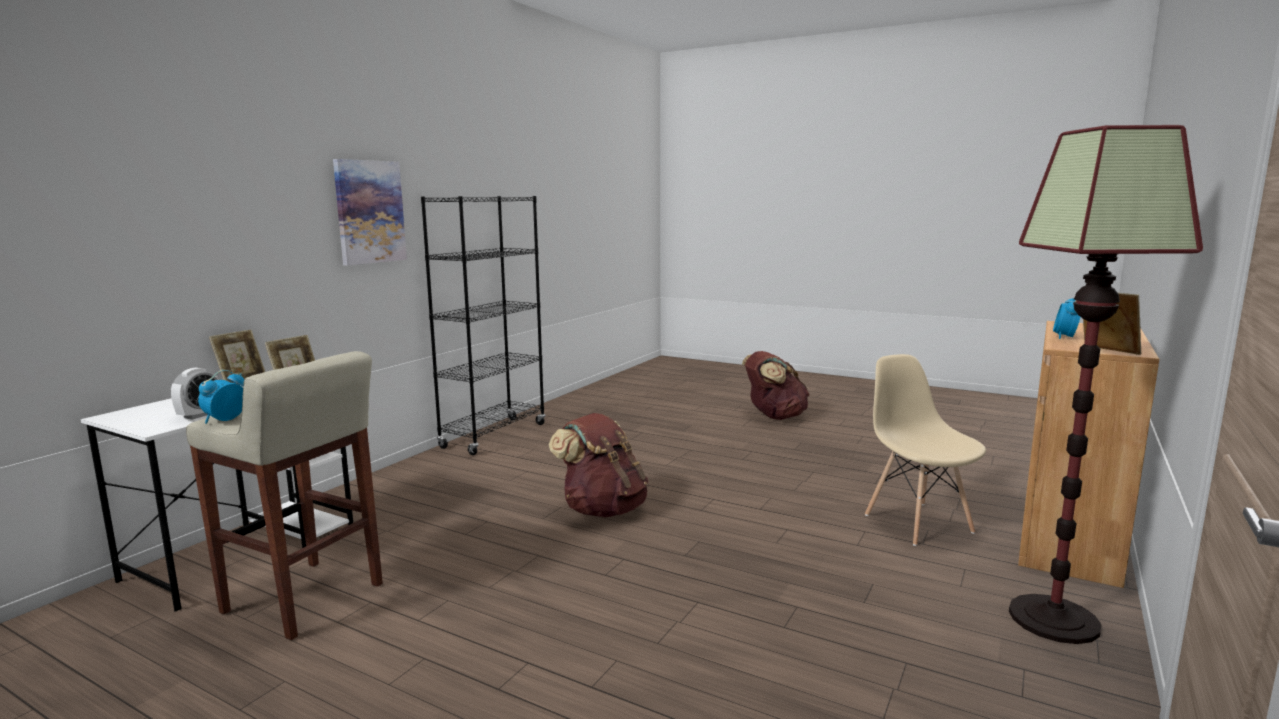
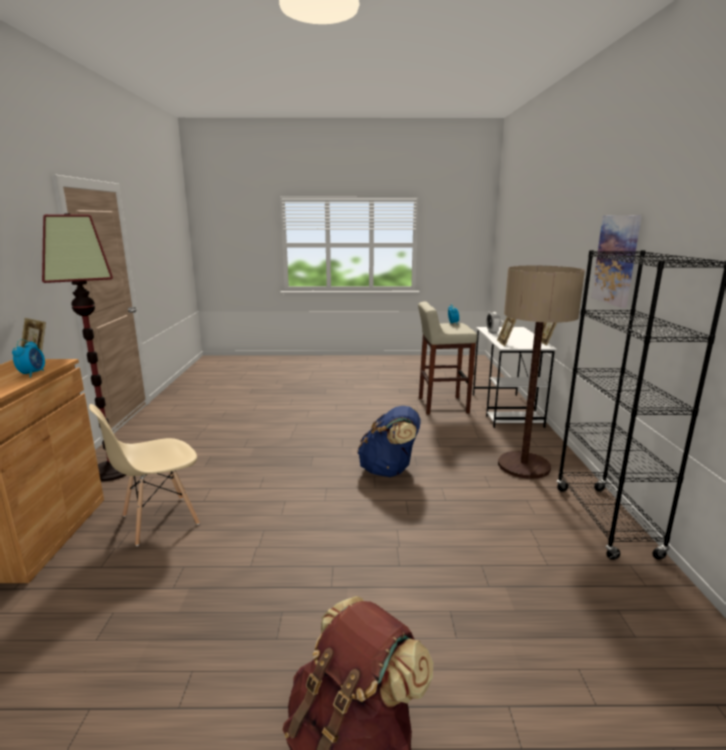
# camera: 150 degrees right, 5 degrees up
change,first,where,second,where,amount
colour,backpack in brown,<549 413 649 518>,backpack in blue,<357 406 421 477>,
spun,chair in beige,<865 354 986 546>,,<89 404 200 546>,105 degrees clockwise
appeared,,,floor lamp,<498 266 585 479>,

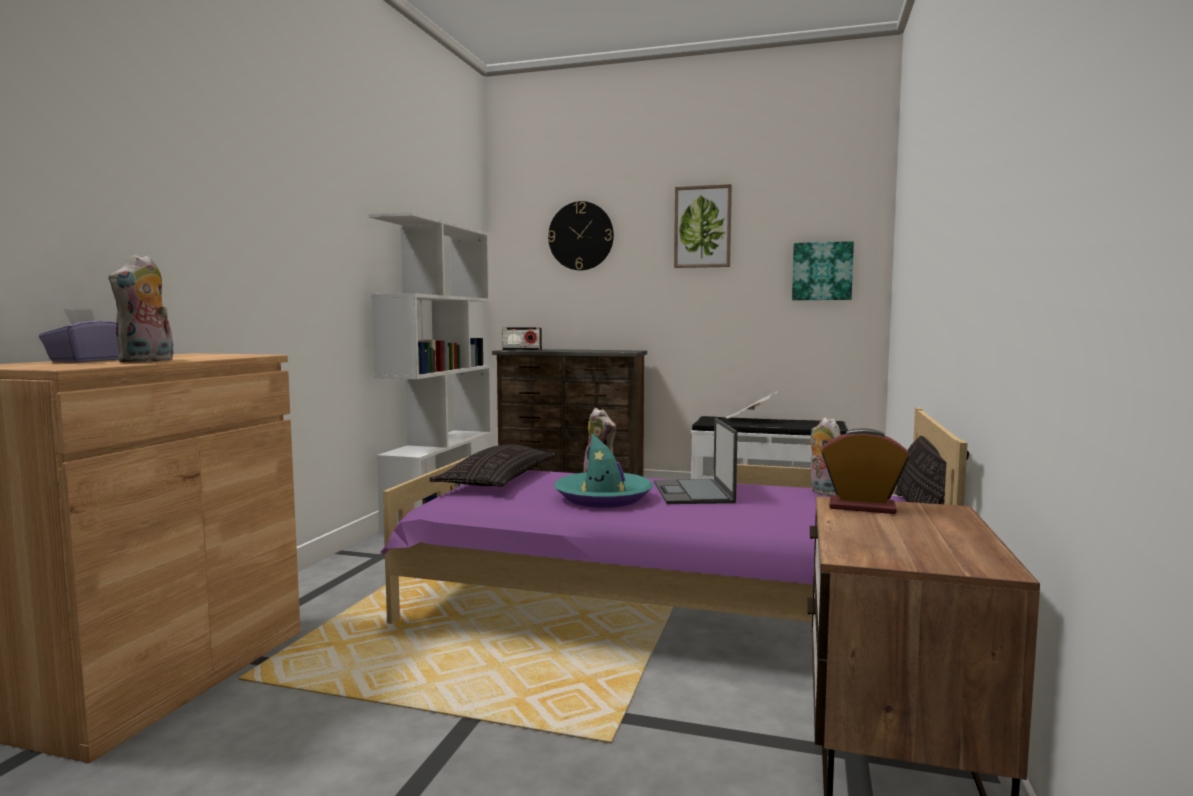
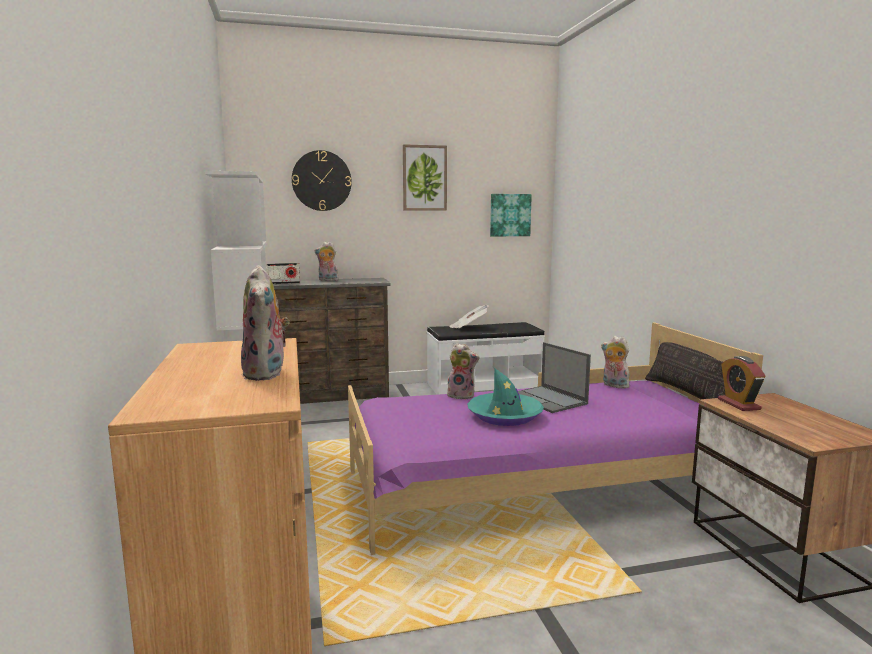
# camera: 30 degrees left, 5 degrees up
change,first,where,second,where,amount
missing,tissue box in purple,<39 309 119 362>,,,
missing,pillow,<429 445 556 487>,,,
spun,alarm clock,<821 428 909 514>,,<718 356 765 411>,90 degrees counterclockwise
appeared,,,plush toy,<314 242 339 281>,

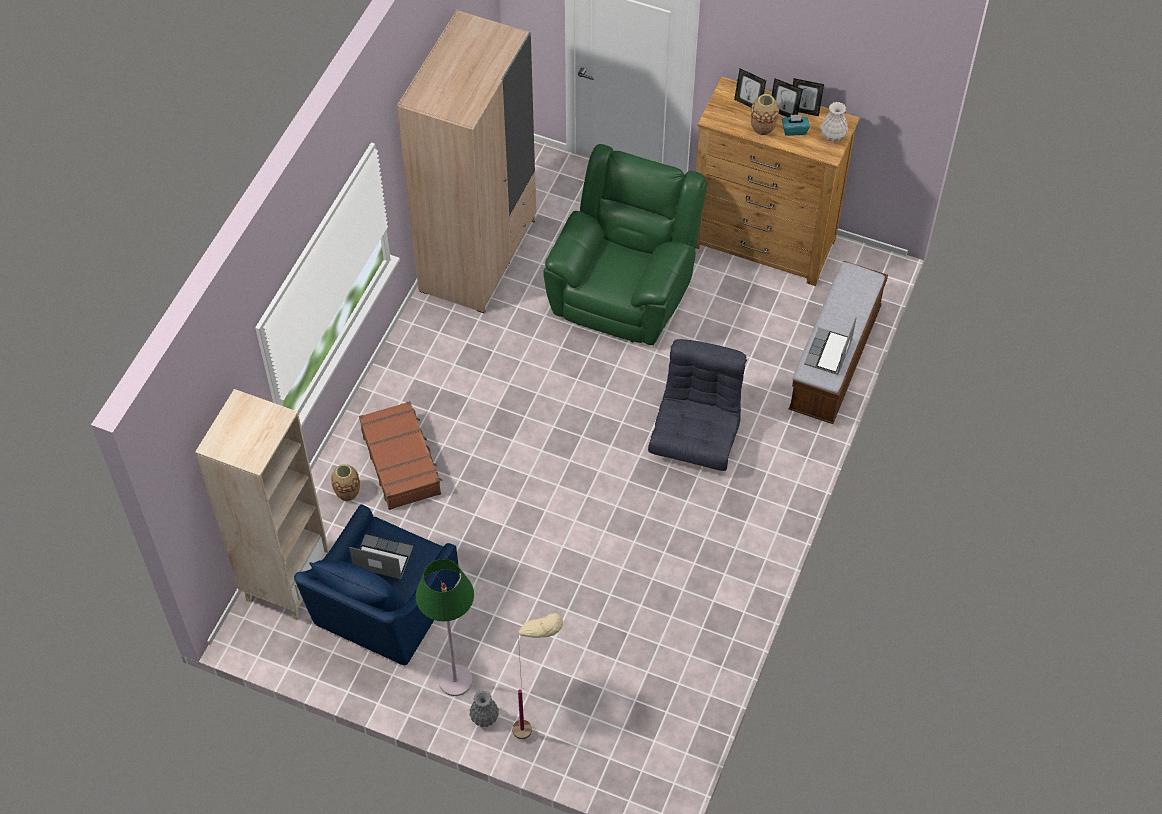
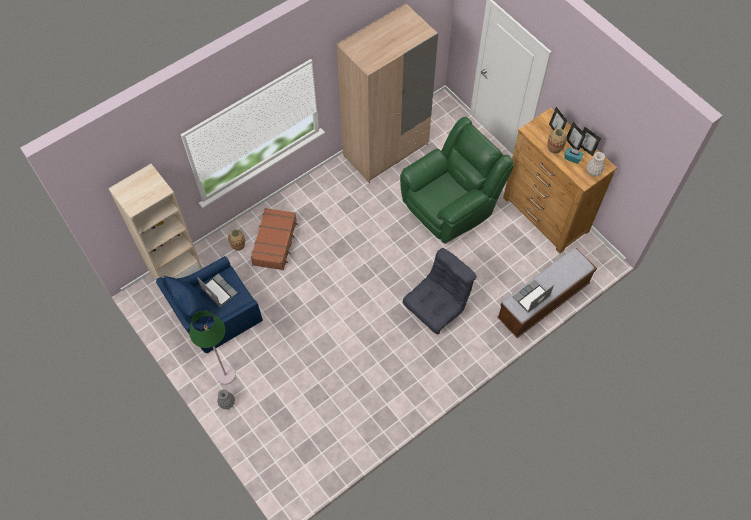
# camera: 30 degrees right, 5 degrees up
change,first,where,second,where,amount
missing,floor lamp in beige,<512 613 563 739>,,,

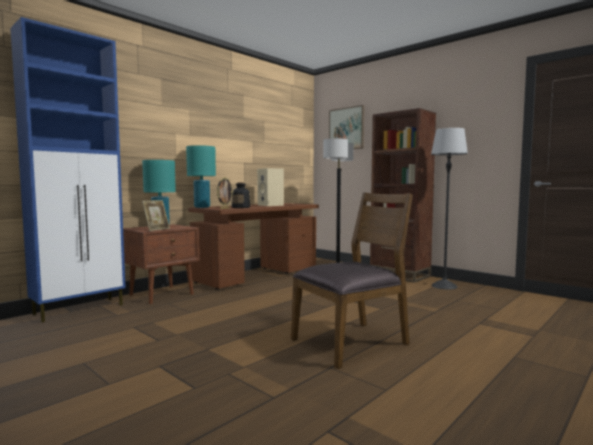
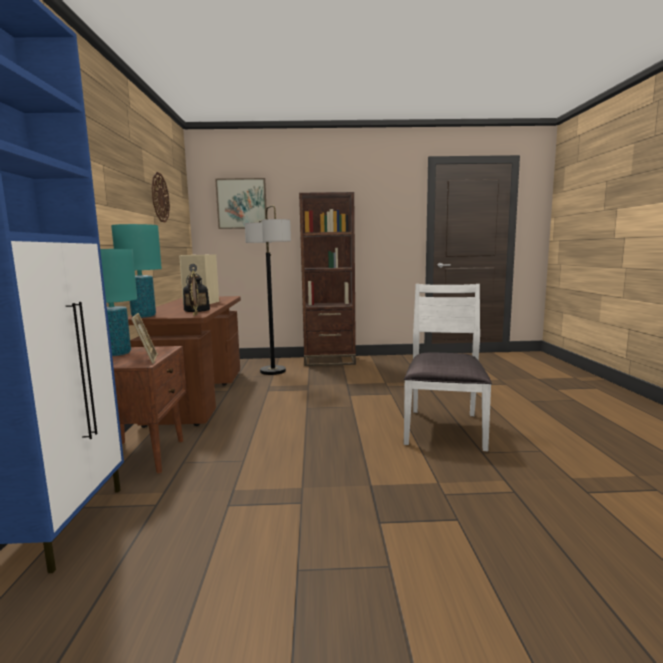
# camera: 45 degrees left, 5 degrees up
change,first,where,second,where,amount
colour,chair in brown,<291 192 413 369>,chair in white,<404 284 492 451>,
missing,floor lamp,<431 128 468 290>,,,
appeared,,,wall clock,<152 172 170 223>,

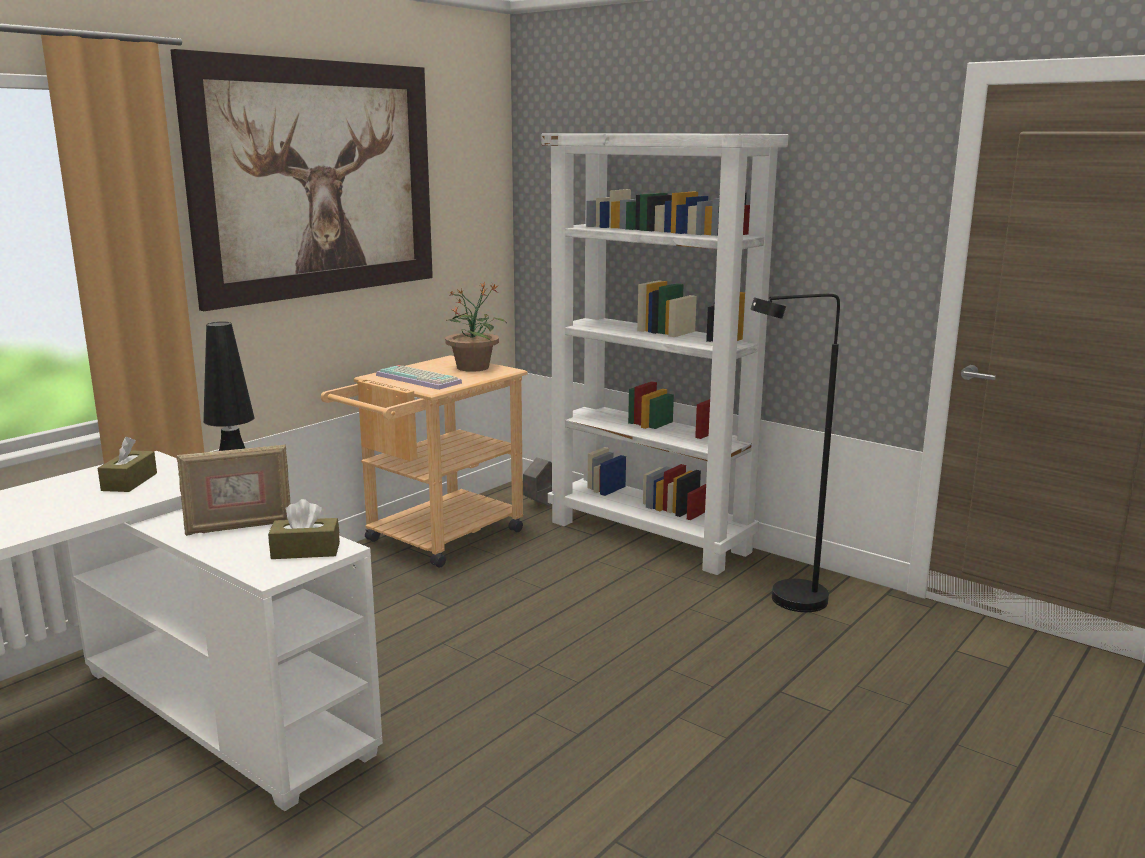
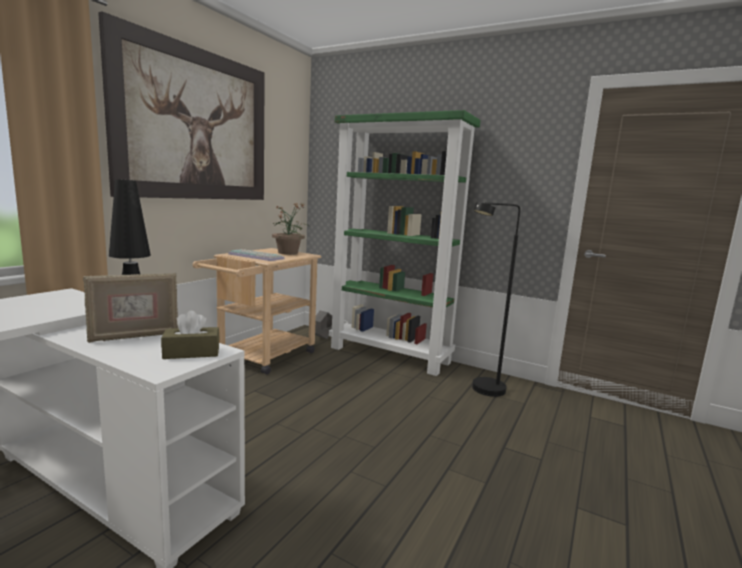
# camera: 10 degrees left, 5 degrees down
change,first,where,second,where,amount
missing,tissue box in brown,<98 437 157 492>,,,
colour,bookcase in white,<542 133 788 575>,bookcase in green,<329 110 481 376>,

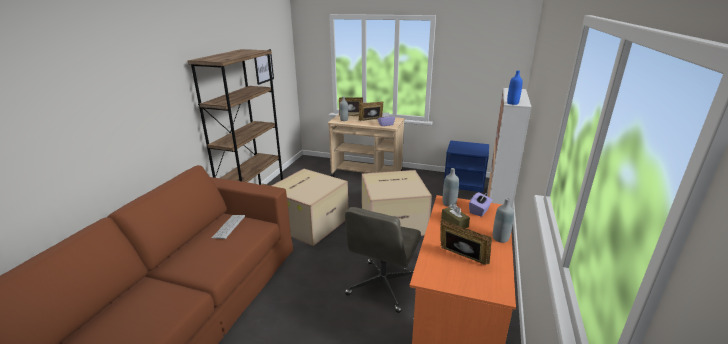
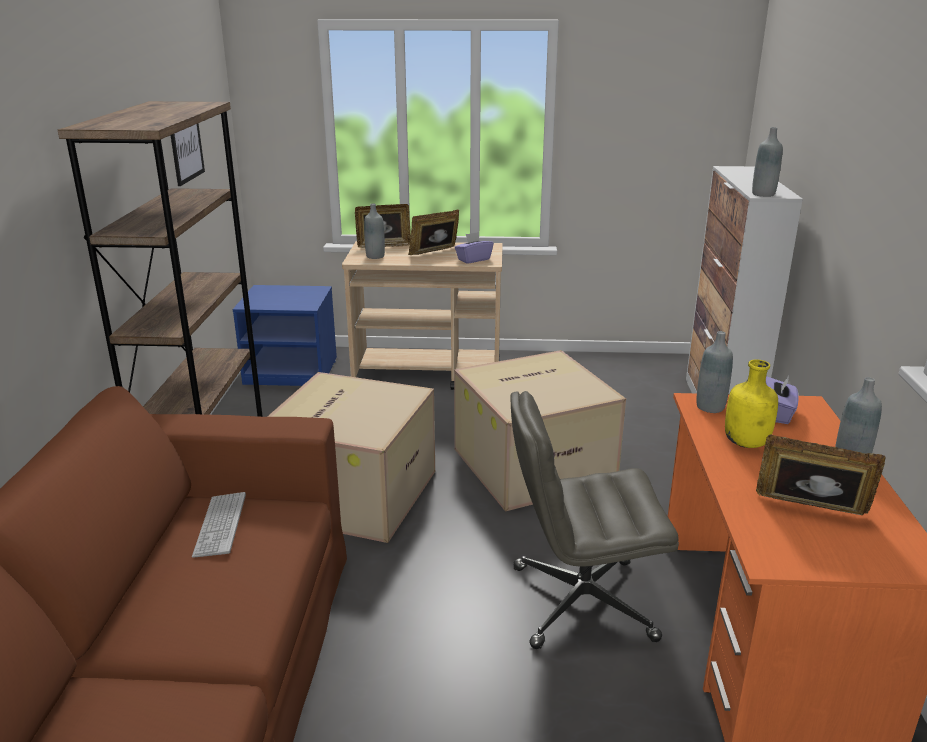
# camera: 15 degrees left, 0 degrees up
change,first,where,second,where,amount
spun,office chair in grey,<345 207 421 313>,,<510 391 679 649>,75 degrees clockwise
exchanged,tissue box in brown,<441 204 470 228>,bottle in yellow,<725 359 778 448>,
relocated,nightstand in blue,<443 140 489 193>,,<233 285 337 386>,
colour,bottle in blue,<507 71 523 105>,bottle in grey,<752 127 783 197>,

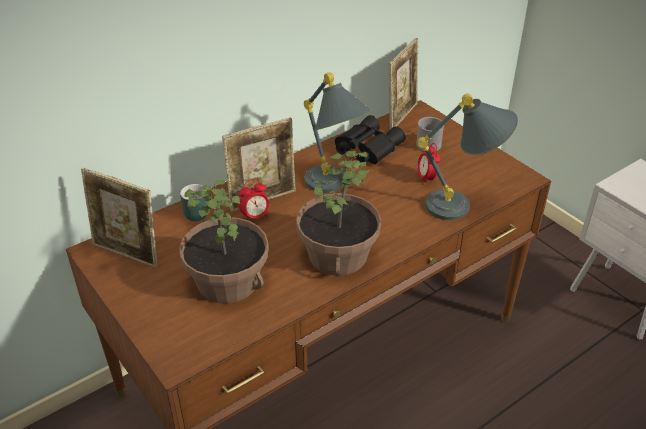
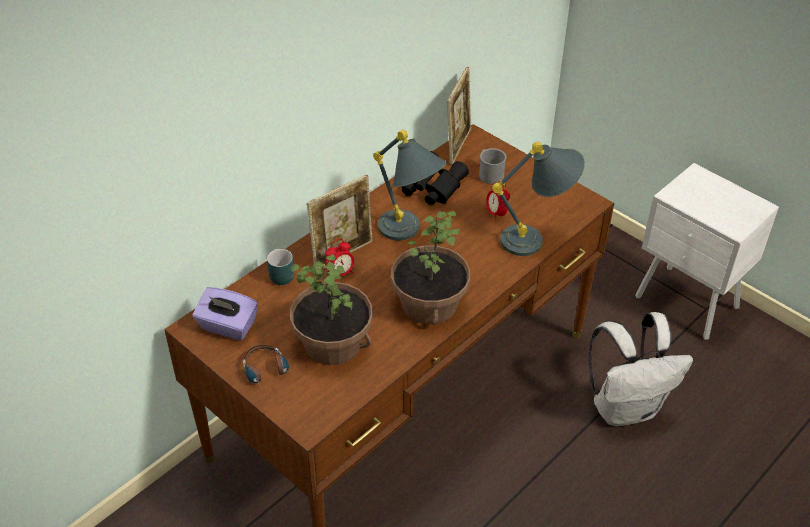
# camera: 10 degrees left, 5 degrees up
change,first,where,second,where,amount
exchanged,picture frame,<81 168 158 268>,tissue box in purple,<192 287 258 341>,
appeared,,,headphones,<243 345 289 393>,
appeared,,,backpack in white,<589 312 693 426>,

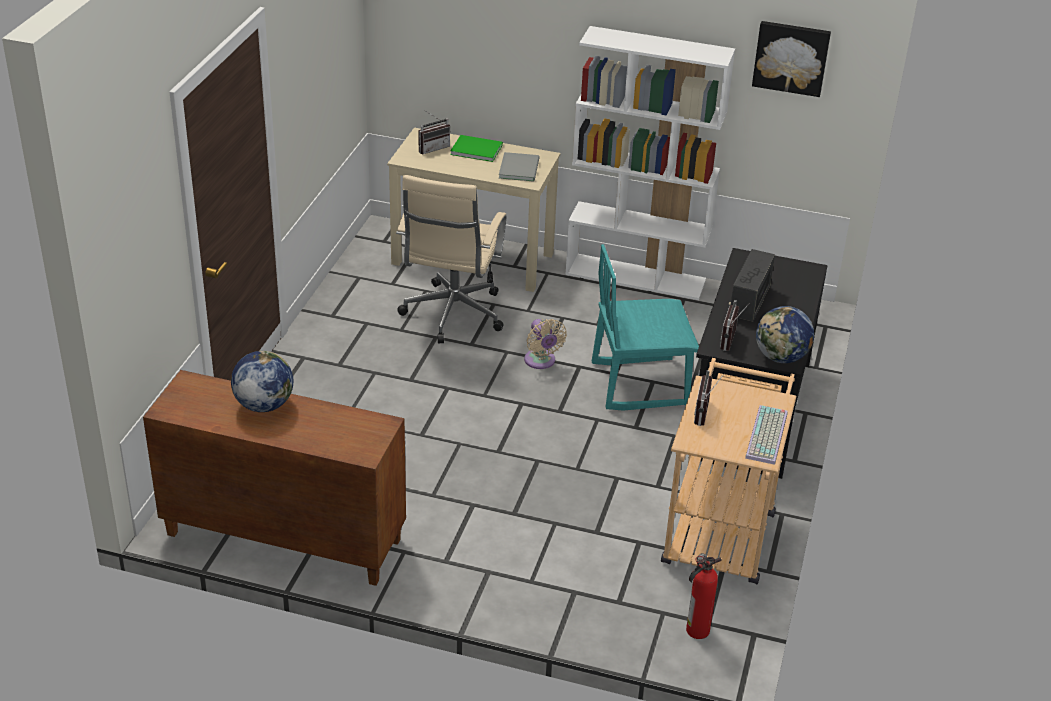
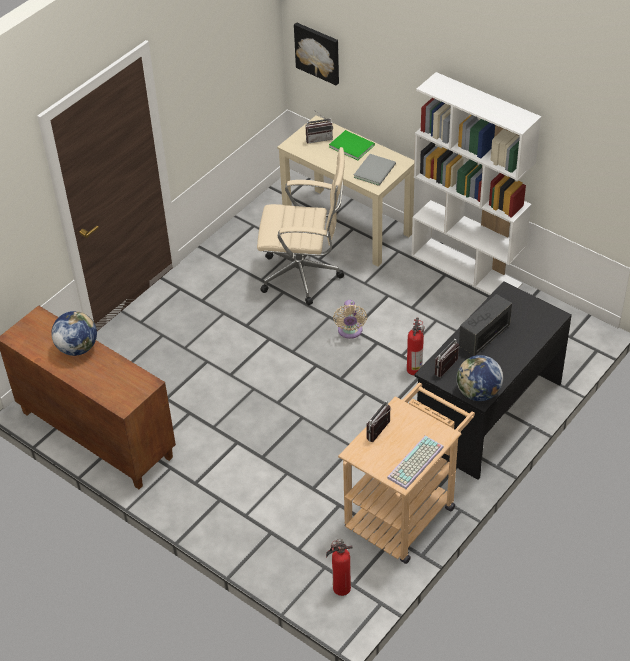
# camera: 25 degrees right, 10 degrees up
change,first,where,second,where,amount
spun,office chair in beige,<396 175 506 343>,,<257 147 345 305>,120 degrees counterclockwise
exchanged,chair in turquoise,<592 244 699 411>,fire extinguisher,<407 317 425 375>,
relocated,picture,<752 21 831 97>,,<294 22 339 85>,

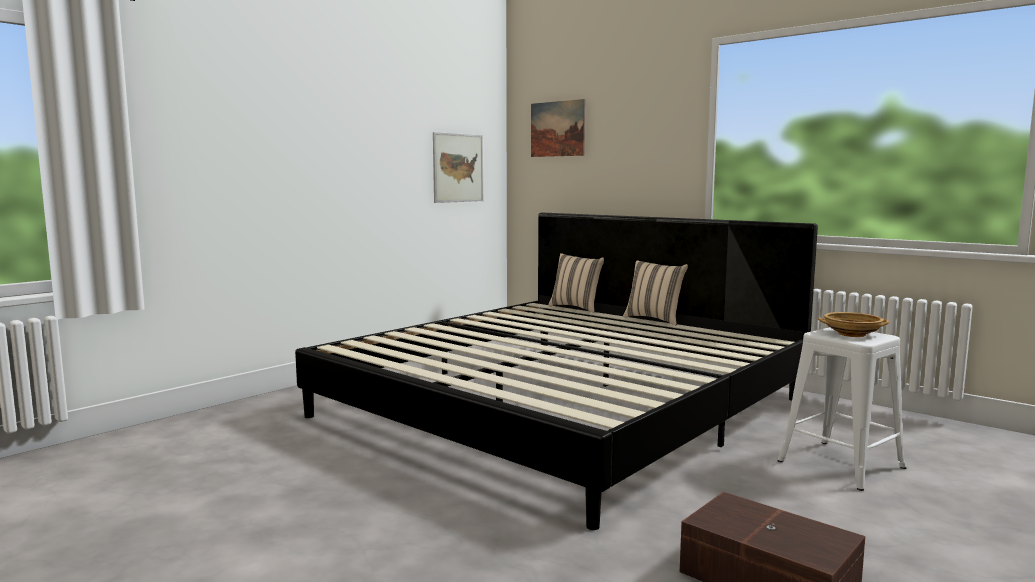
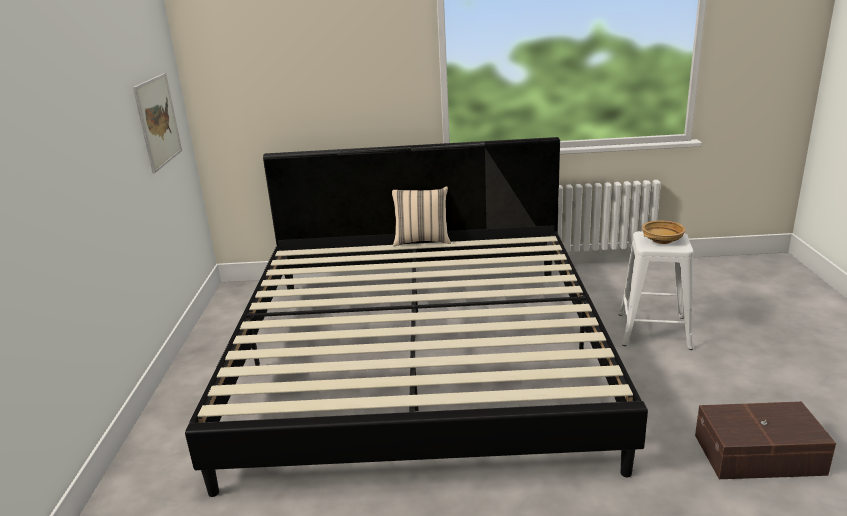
# camera: 40 degrees left, 15 degrees up
change,first,where,second,where,amount
missing,picture,<531 99 585 157>,,,
missing,pillow in beige,<548 253 604 313>,,,

